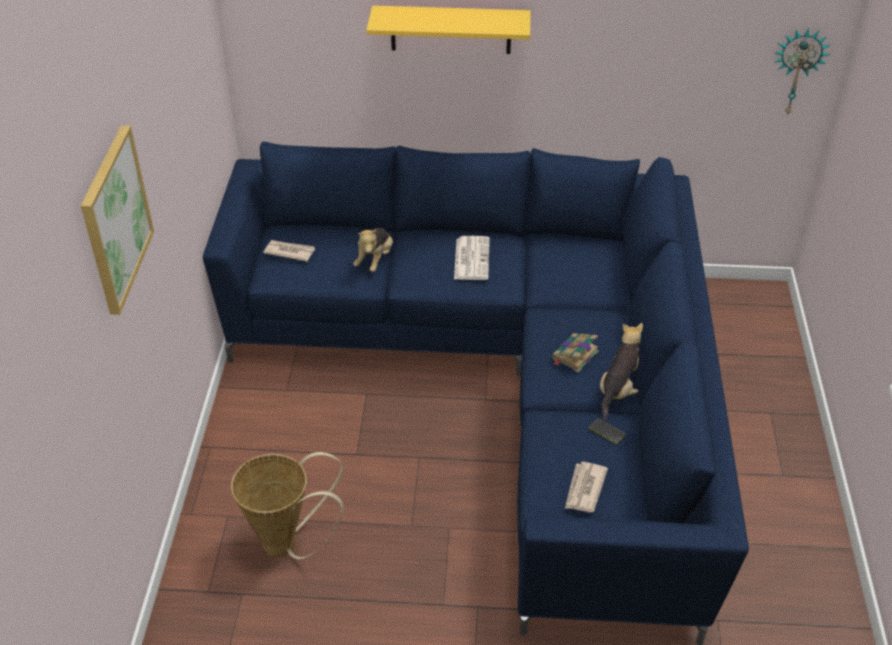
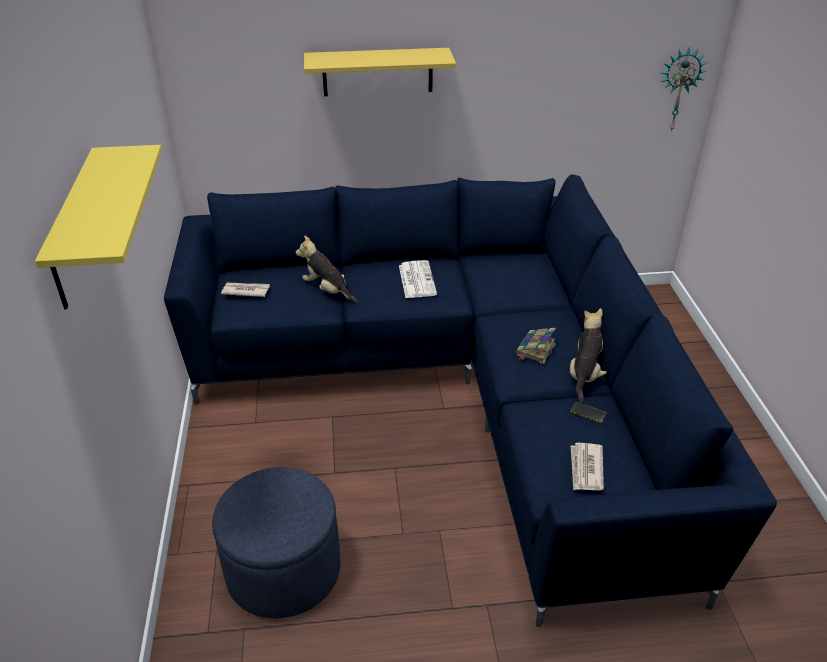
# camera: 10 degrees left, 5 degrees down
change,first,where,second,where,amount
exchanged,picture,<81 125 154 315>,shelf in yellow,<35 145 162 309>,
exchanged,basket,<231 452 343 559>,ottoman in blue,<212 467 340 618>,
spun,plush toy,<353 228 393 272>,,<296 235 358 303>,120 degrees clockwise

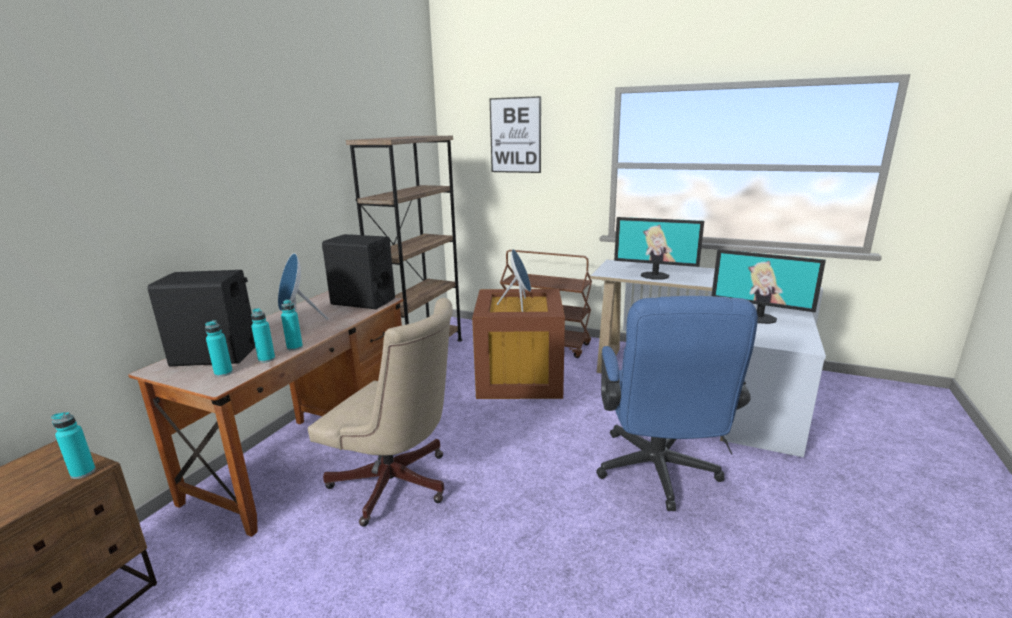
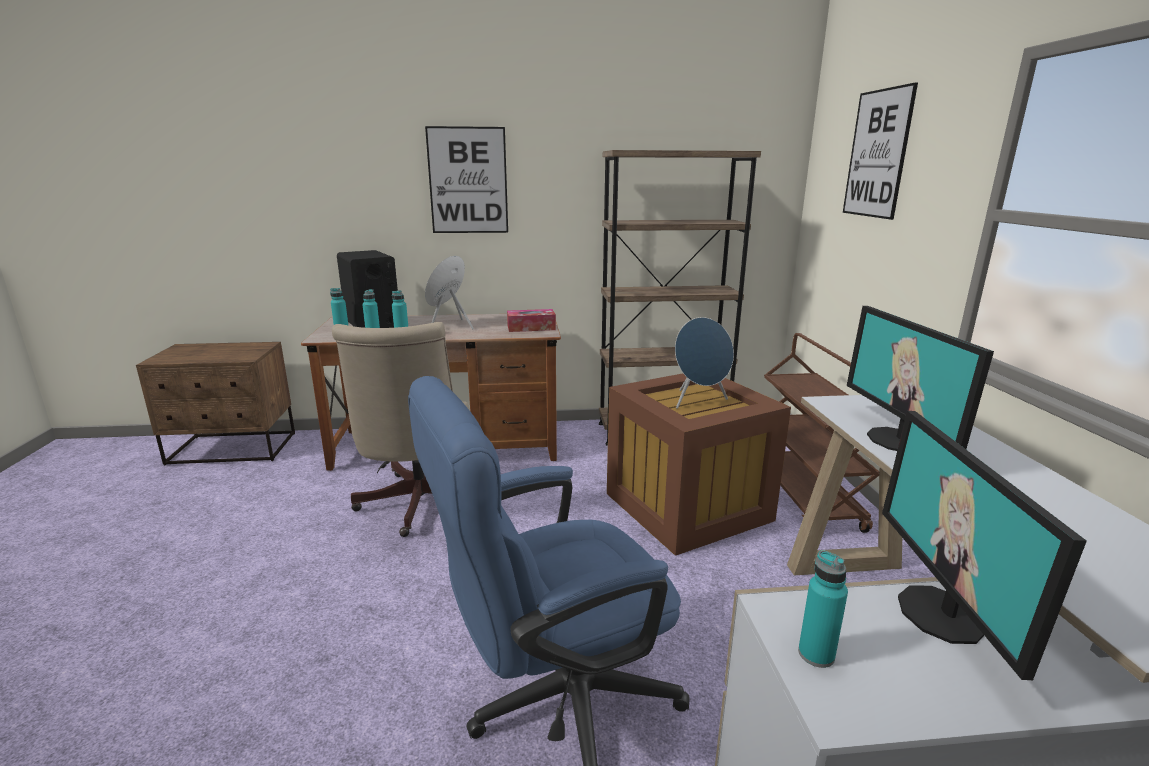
# camera: 60 degrees right, 0 degrees up
change,first,where,second,where,amount
relocated,bottle in turquoise,<51 412 96 479>,,<798 550 848 668>,
exchanged,speaker in black,<322 234 395 309>,tissue box,<507 309 556 332>,
appeared,,,picture,<425 126 508 233>,

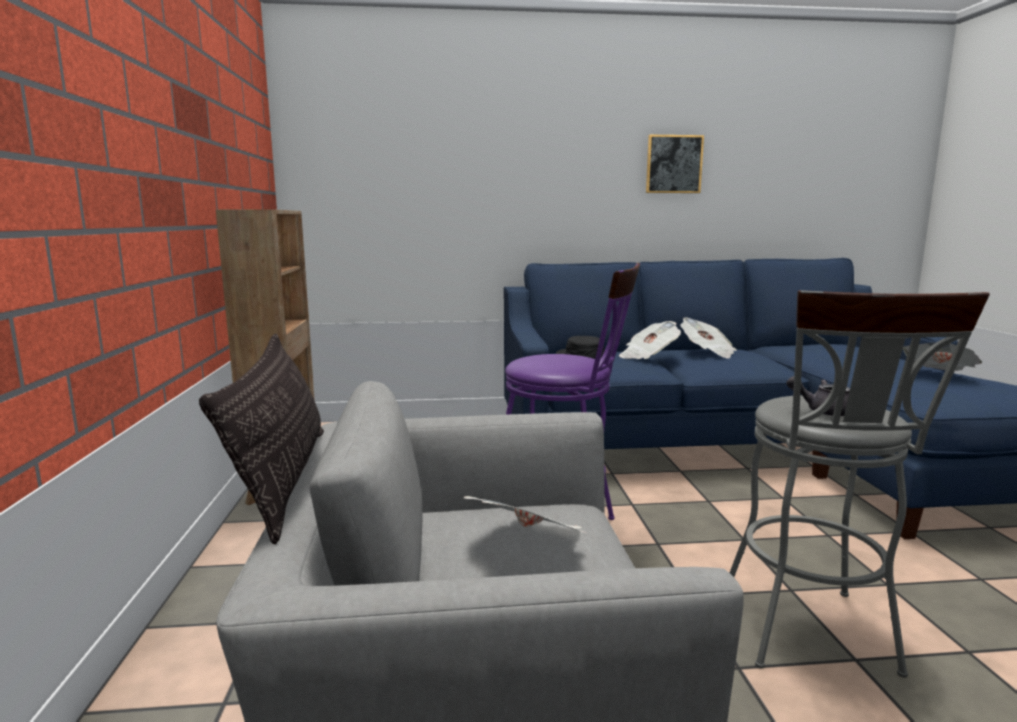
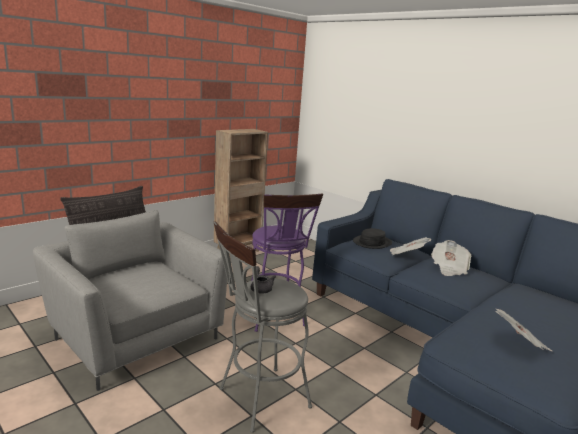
# camera: 50 degrees right, 5 degrees up
change,first,where,second,where,amount
missing,newspaper,<464 496 586 533>,,,
missing,picture,<646 135 704 193>,,,

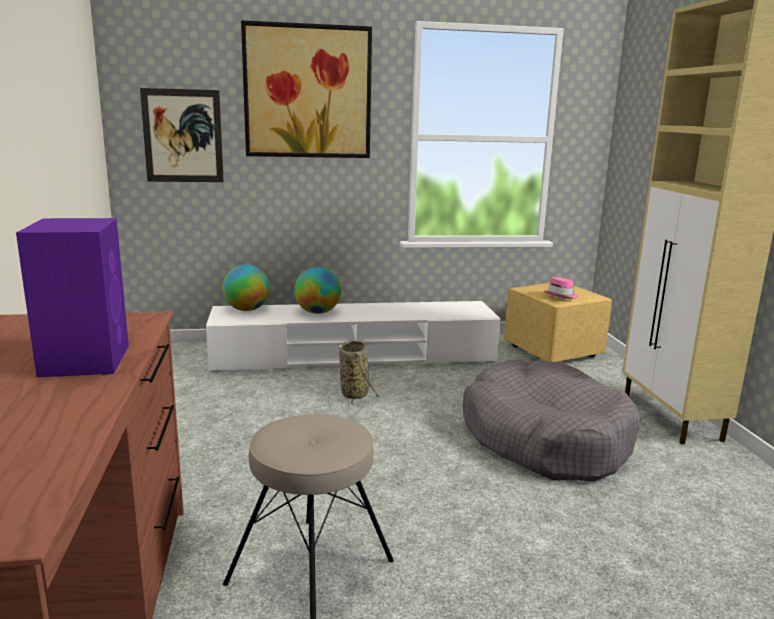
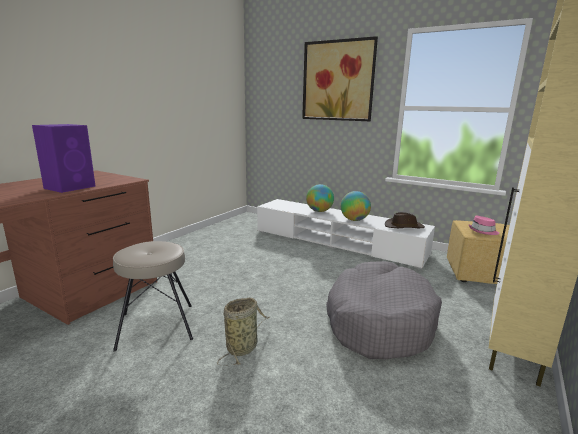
# camera: 40 degrees right, 0 degrees up
change,first,where,second,where,amount
missing,picture,<140 88 224 182>,,,
relocated,globe,<222 265 270 311>,,<341 191 371 221>,
relocated,basket,<339 341 380 406>,,<217 298 270 366>,
appeared,,,hat in brown,<385 212 425 228>,

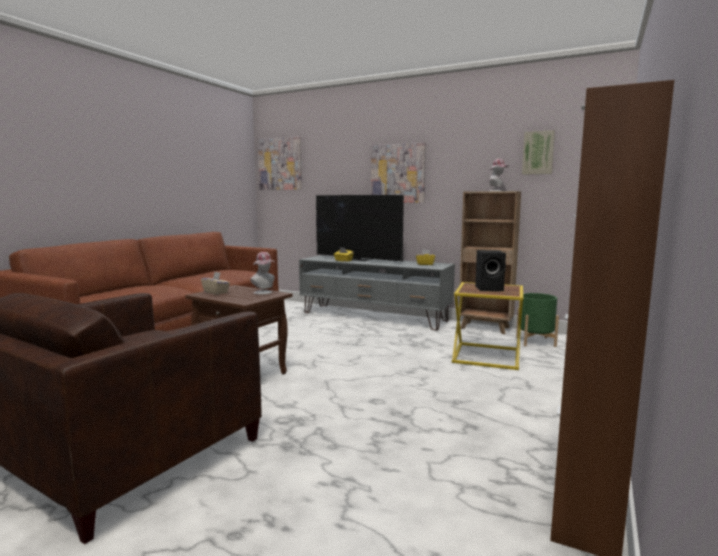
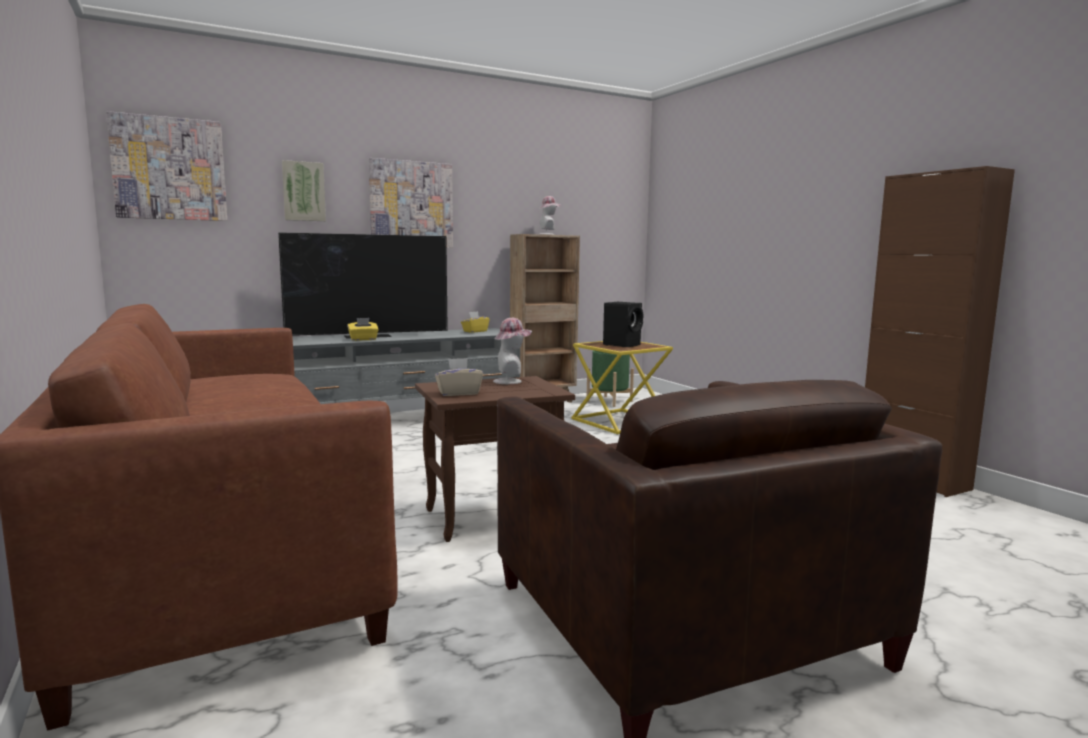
# camera: 55 degrees left, 0 degrees up
change,first,where,second,where,amount
relocated,picture,<522 130 555 175>,,<282 160 326 221>,

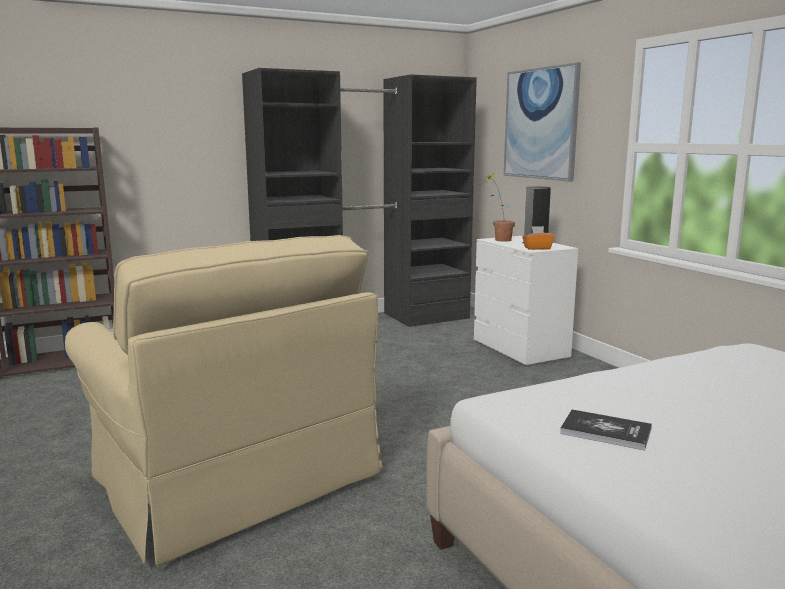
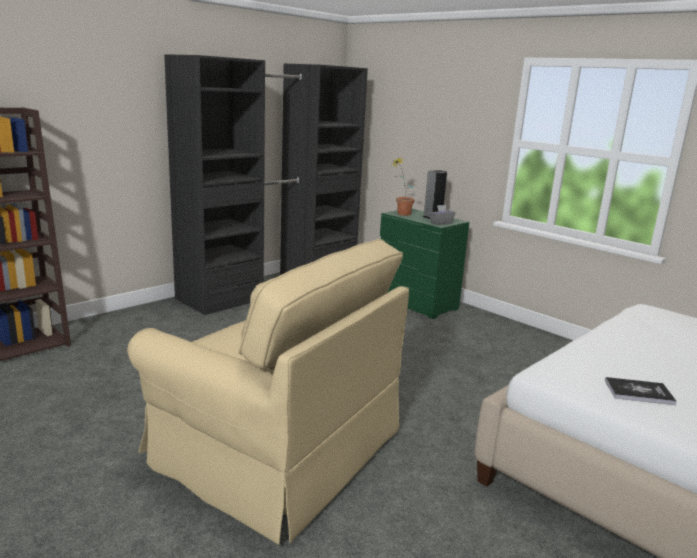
# camera: 20 degrees left, 5 degrees up
change,first,where,second,where,amount
colour,dresser in white,<474 236 578 367>,dresser in green,<380 209 469 319>,
missing,picture,<504 62 581 181>,,,
colour,tissue box in orange,<522 226 555 250>,tissue box in grey,<429 205 455 225>,

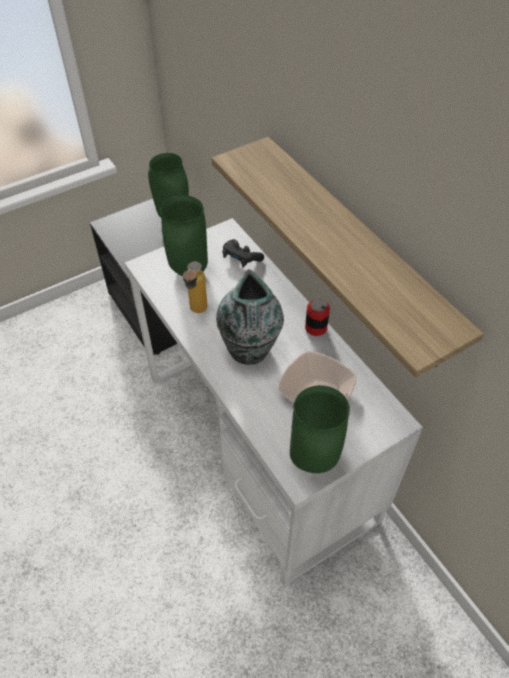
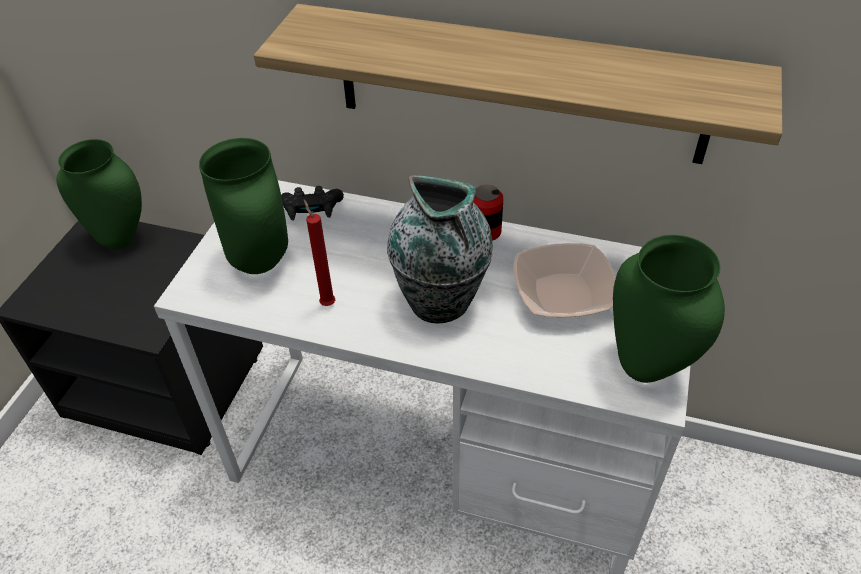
# camera: 40 degrees left, 5 degrees down
change,first,where,second,where,amount
exchanged,bottle,<183 262 207 313>,candle in red,<304 199 335 306>,

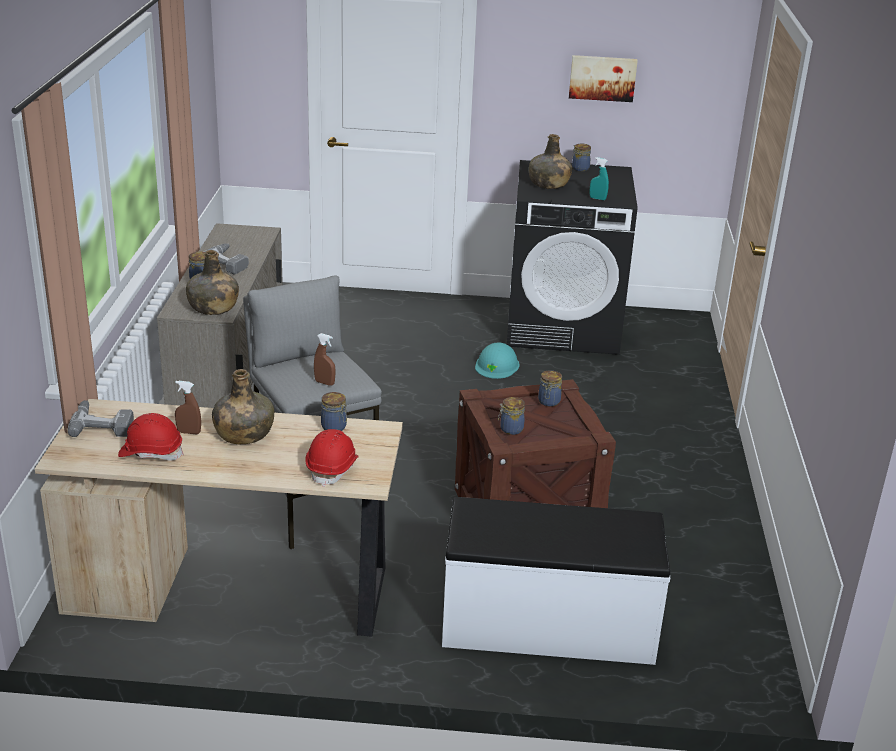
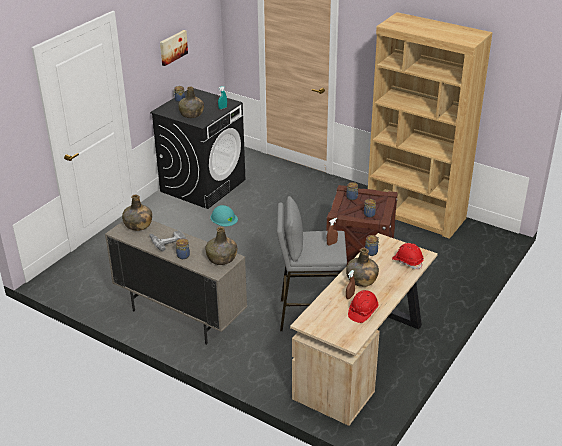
# camera: 60 degrees left, 5 degrees up
change,first,where,second,where,amount
missing,power drill,<68 400 134 437>,,,
missing,bench in white,<442 497 670 665>,,,
appeared,,,bottle in green,<122 195 152 231>,
appeared,,,bookcase in brown,<368 12 493 239>,

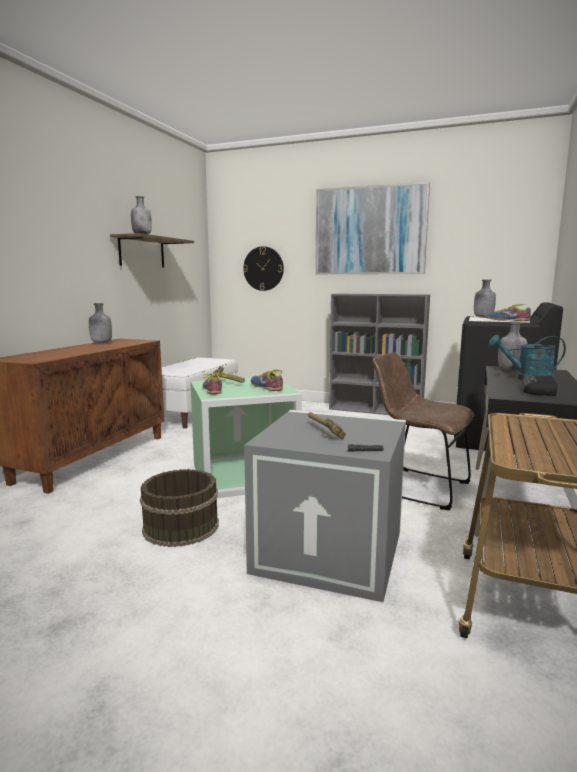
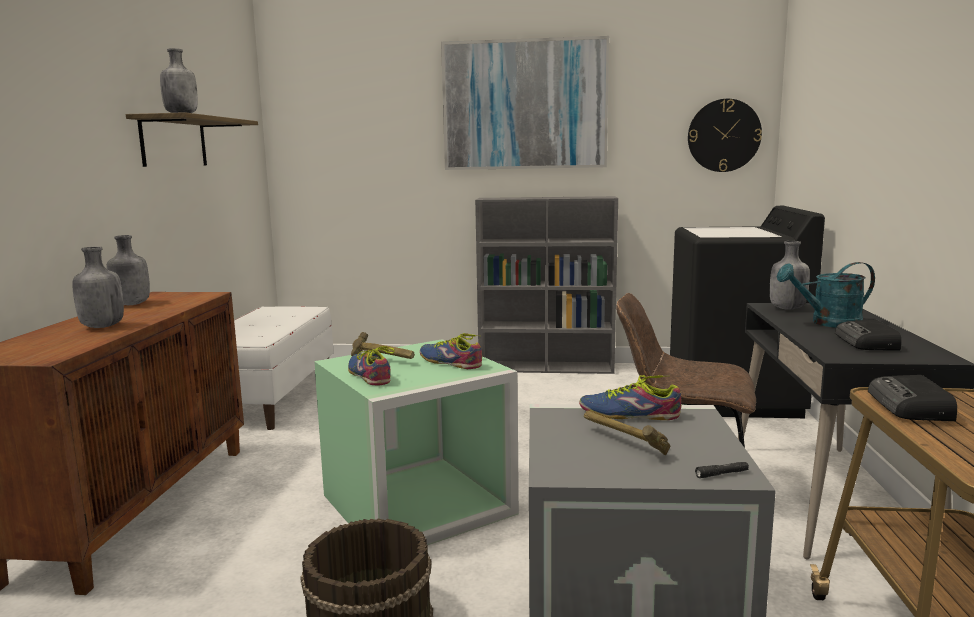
# camera: 15 degrees left, 0 degrees up
change,first,where,second,where,amount
relocated,wall clock,<243 246 284 291>,,<688 99 762 172>,
relocated,bottle in grey,<474 280 496 318>,,<72 247 124 328>,
relocated,shoe,<484 304 531 321>,,<579 375 682 420>,
appeared,,,radio,<868 375 957 421>,

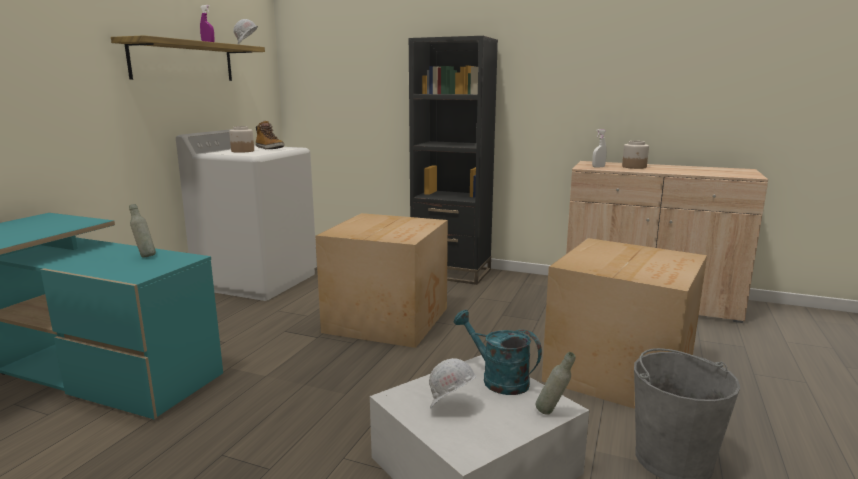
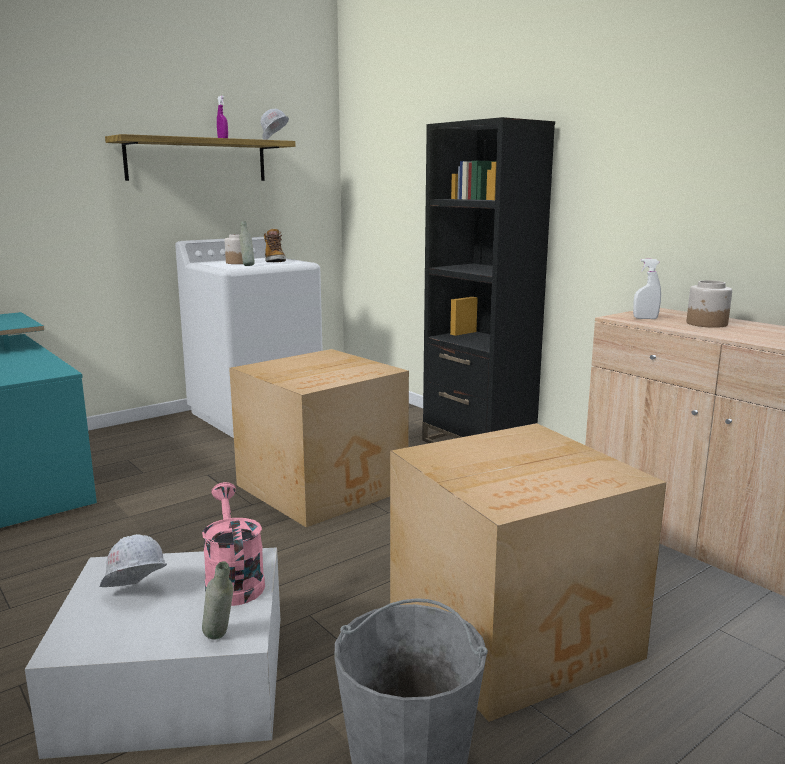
# camera: 30 degrees right, 0 degrees up
change,first,where,second,where,amount
relocated,bottle in grey,<129 204 156 258>,,<239 221 255 266>,
colour,watering can in turquoise,<454 310 542 395>,watering can in pink,<202 482 265 606>,

